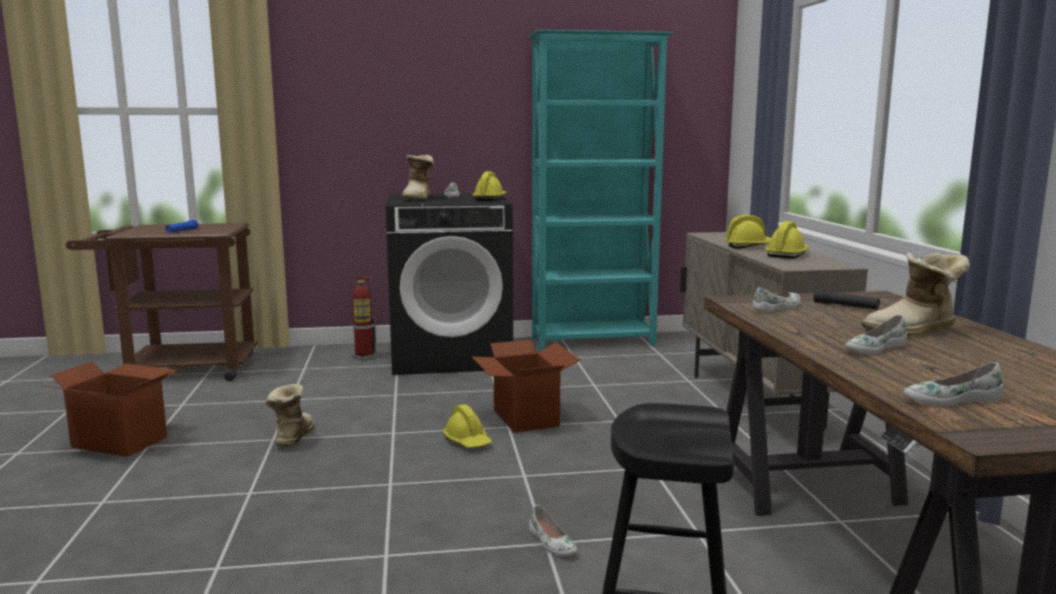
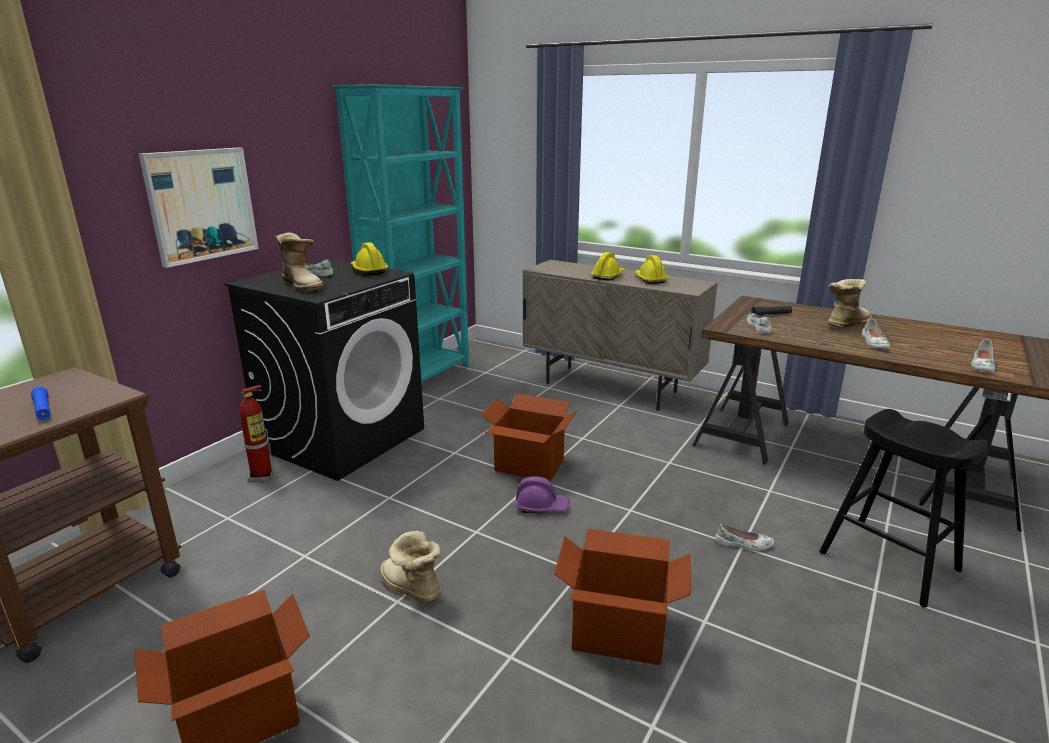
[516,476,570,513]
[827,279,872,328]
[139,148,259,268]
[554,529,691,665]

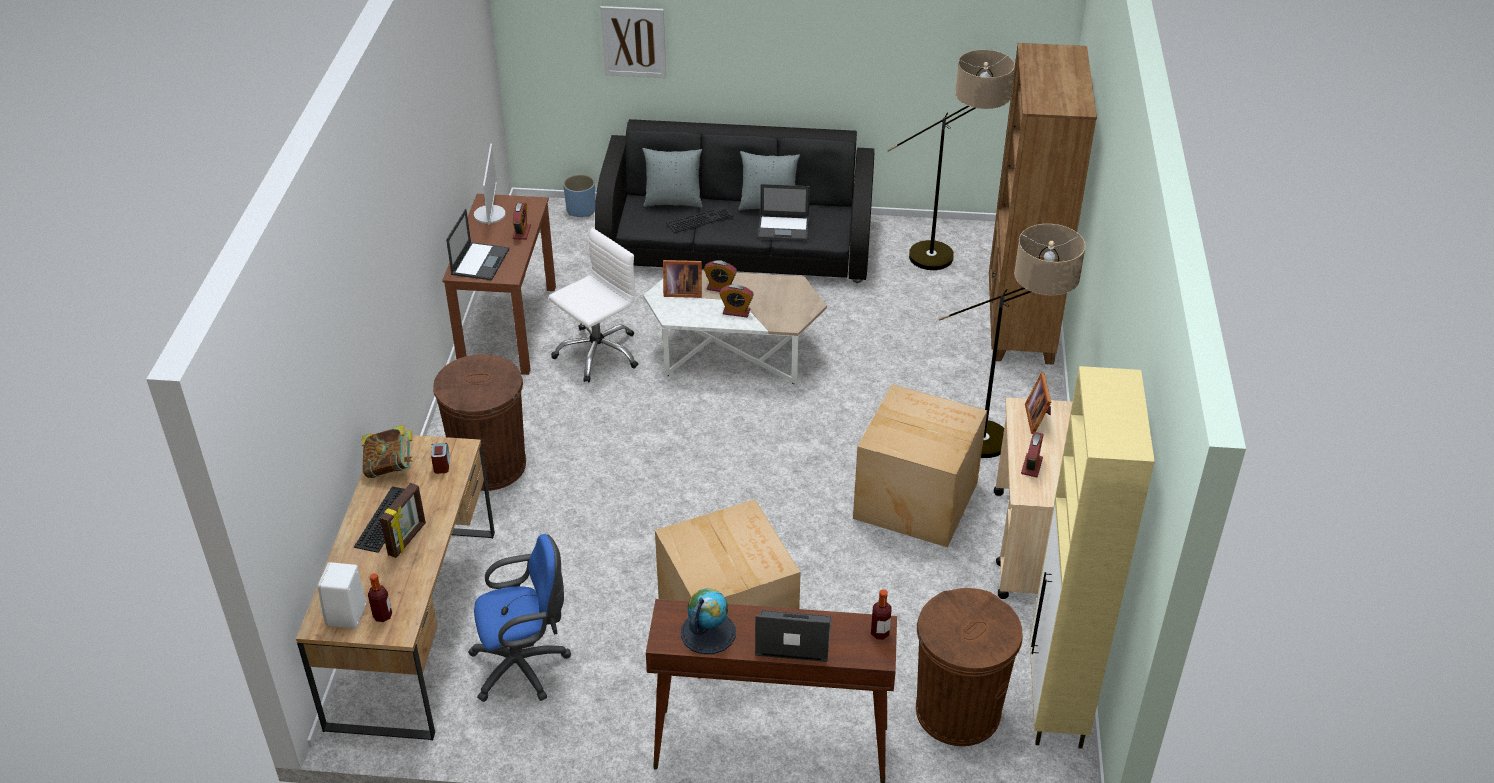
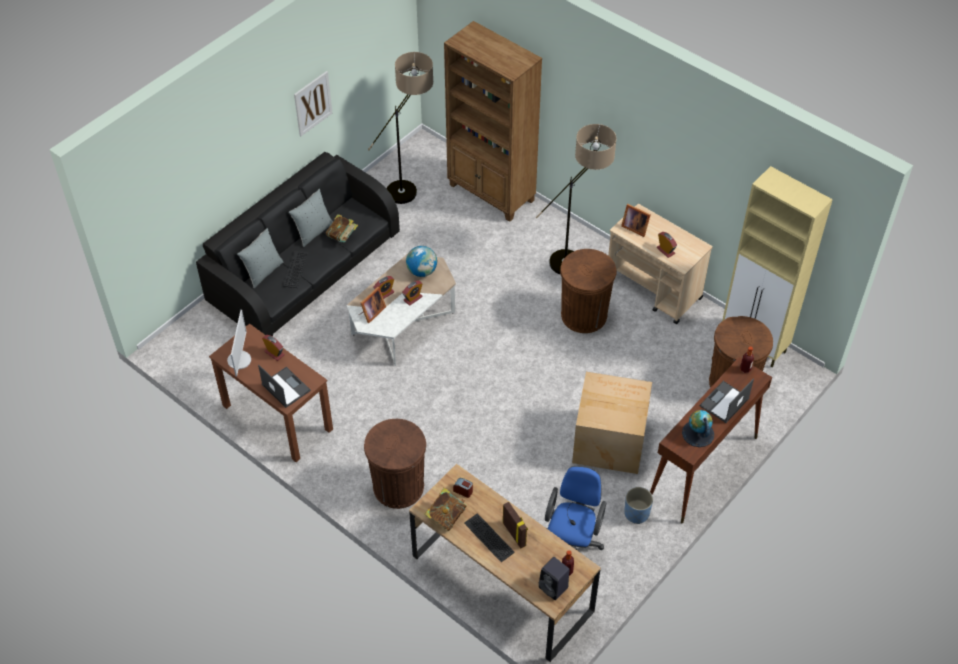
[539,557,569,600]
[227,310,251,377]
[549,228,638,382] (first image)
[624,487,653,524]
[294,71,332,136]
[326,214,358,242]
[560,249,617,333]
[406,246,437,277]

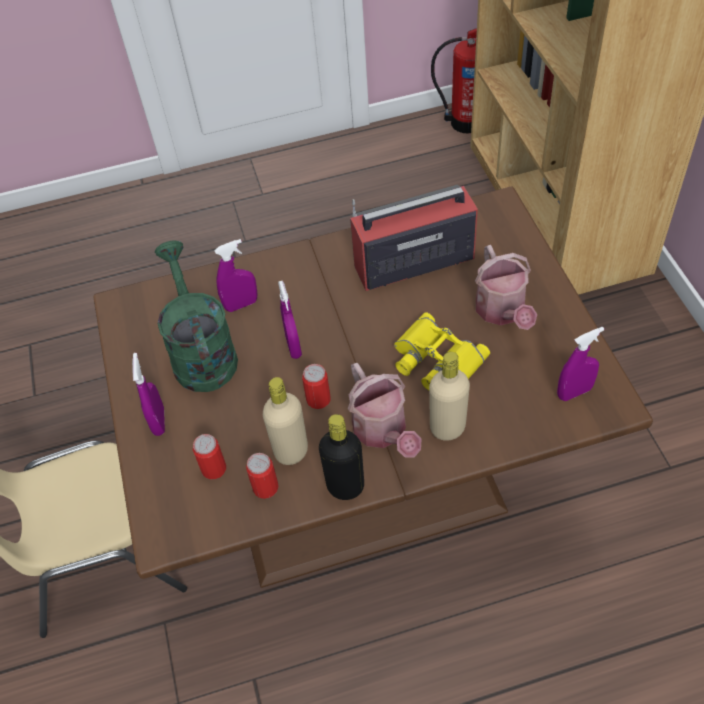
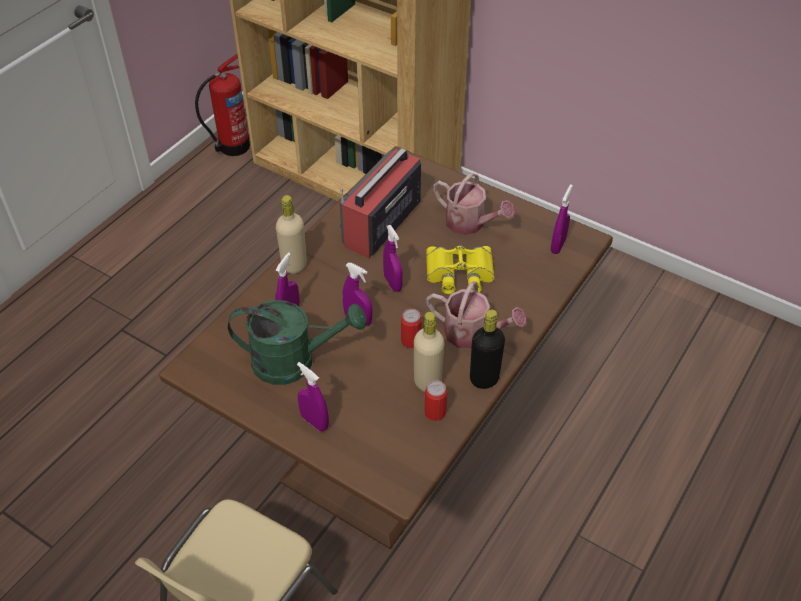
[228,300,367,385]
[193,434,226,479] (first image)
[276,195,307,274]
[383,225,403,292]

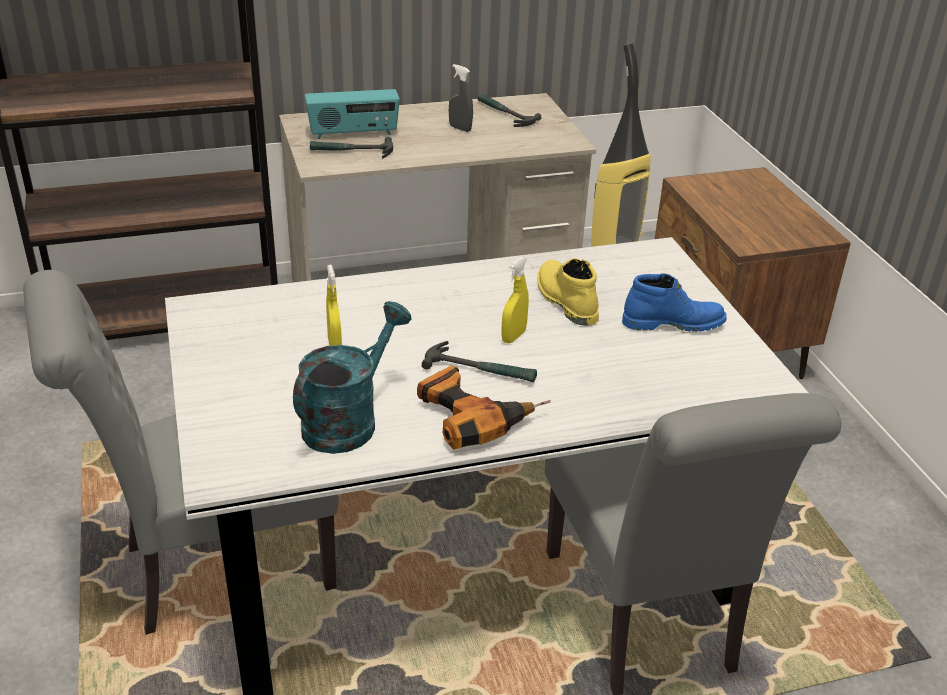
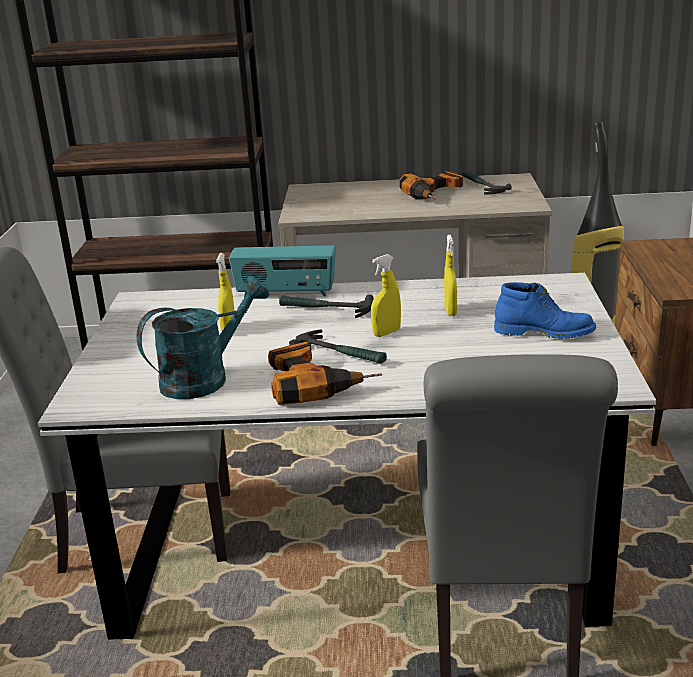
[229,245,336,297]
[279,295,374,318]
[399,171,463,200]
[444,235,457,316]

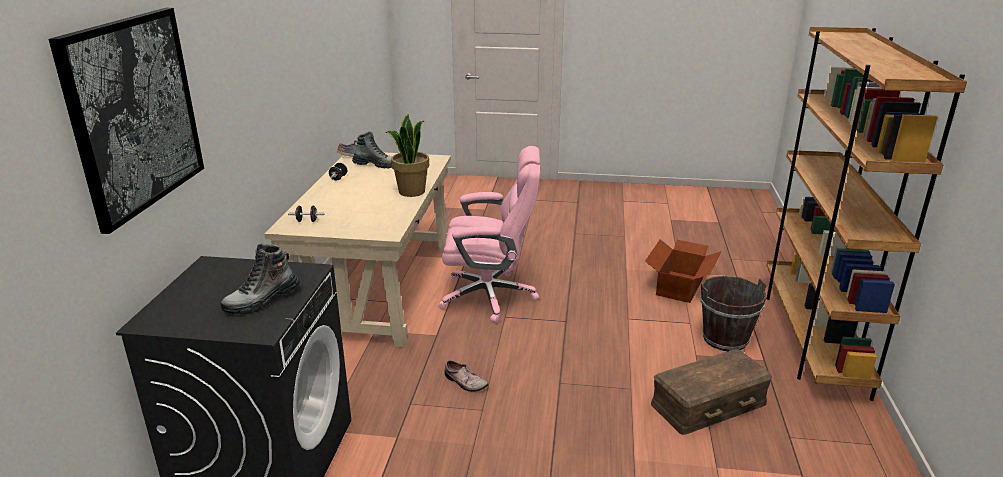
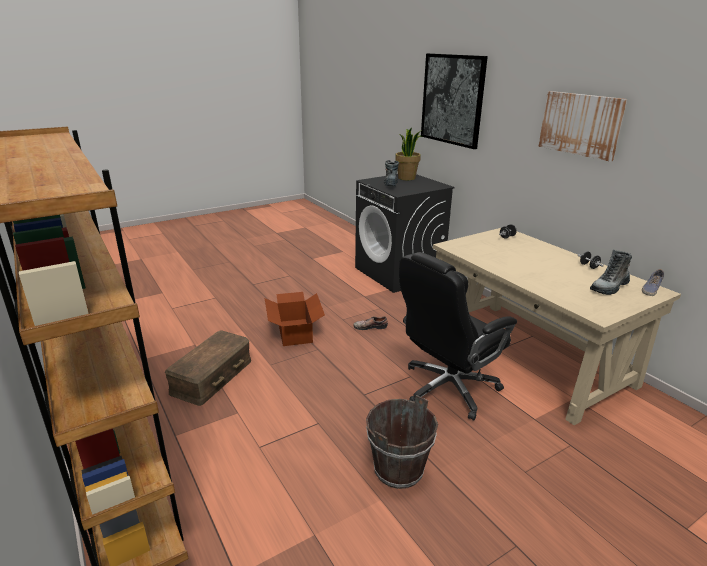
[395,128,423,180]
[399,252,517,421]
[265,292,325,346]
[366,395,438,489]
[538,91,627,162]

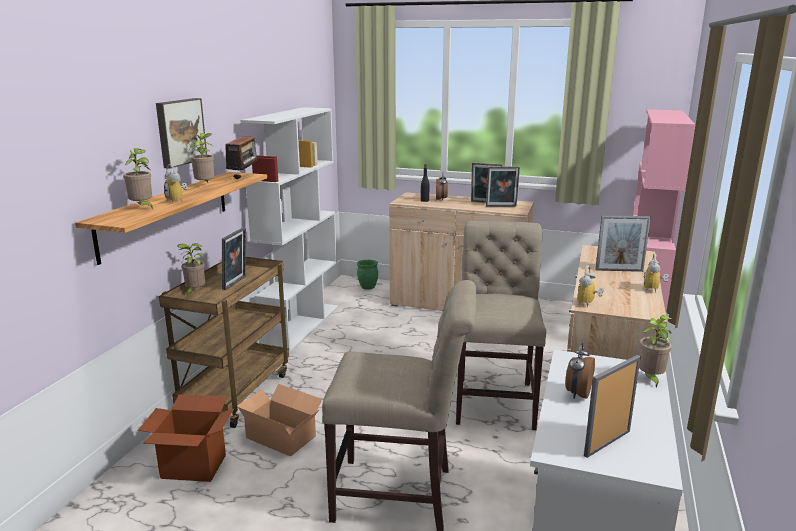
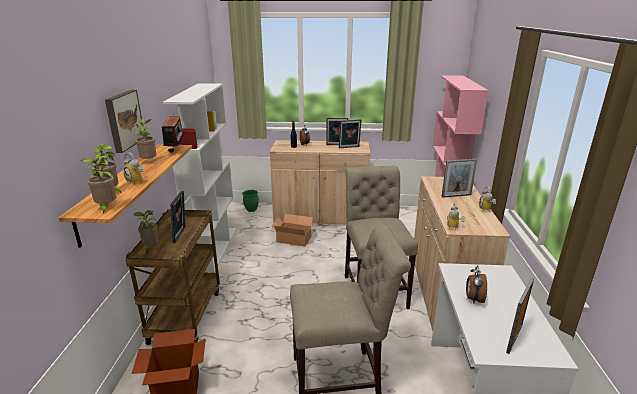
[272,214,315,247]
[81,155,116,213]

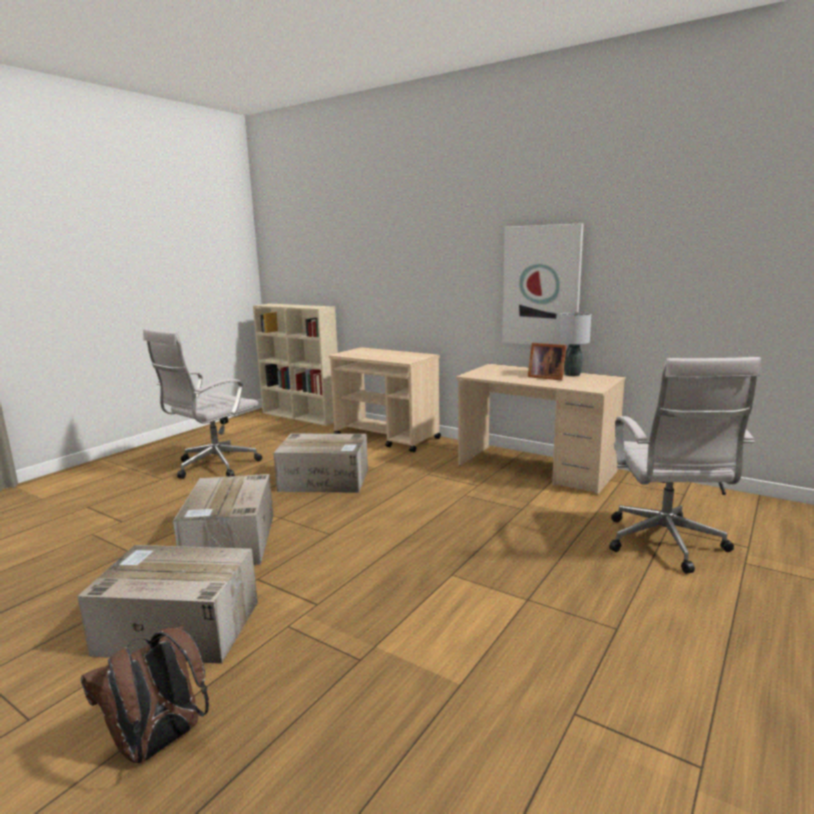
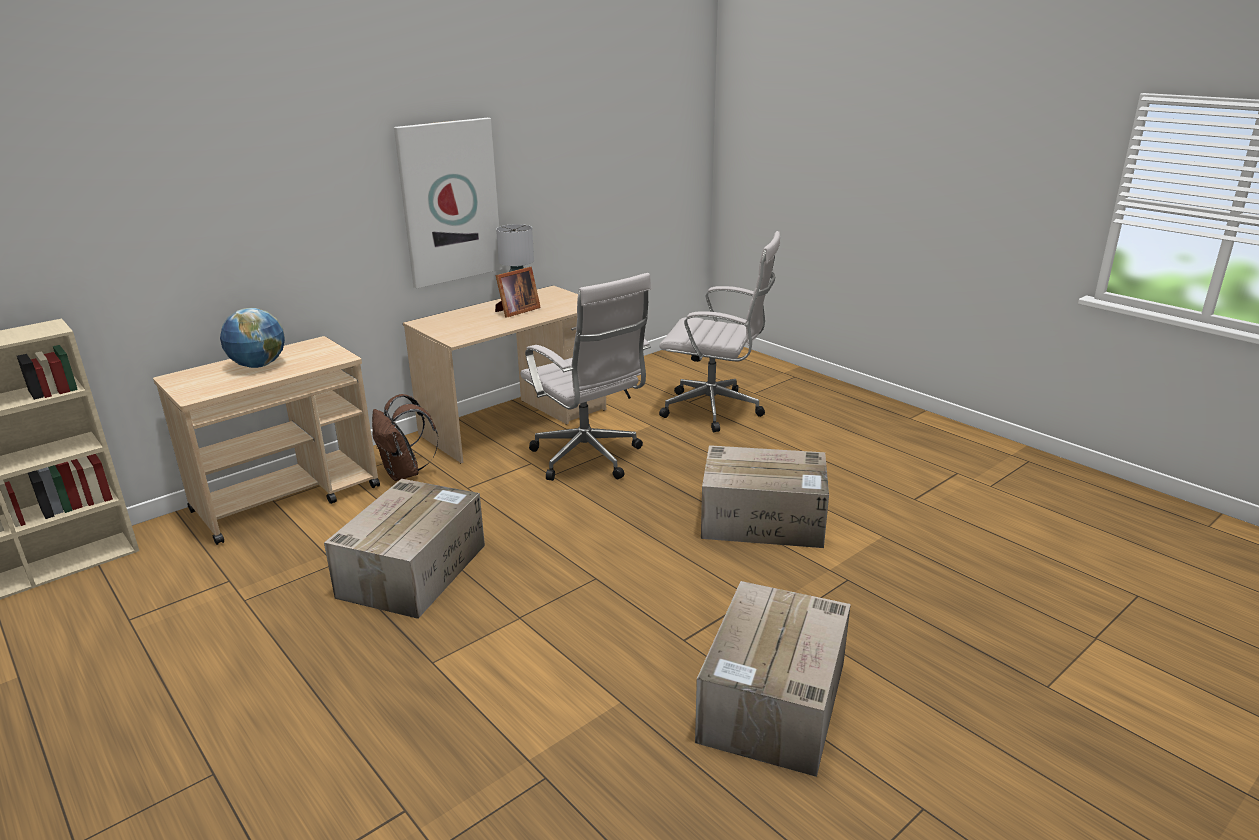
[372,394,439,481]
[520,273,651,481]
[701,445,829,548]
[220,308,285,368]

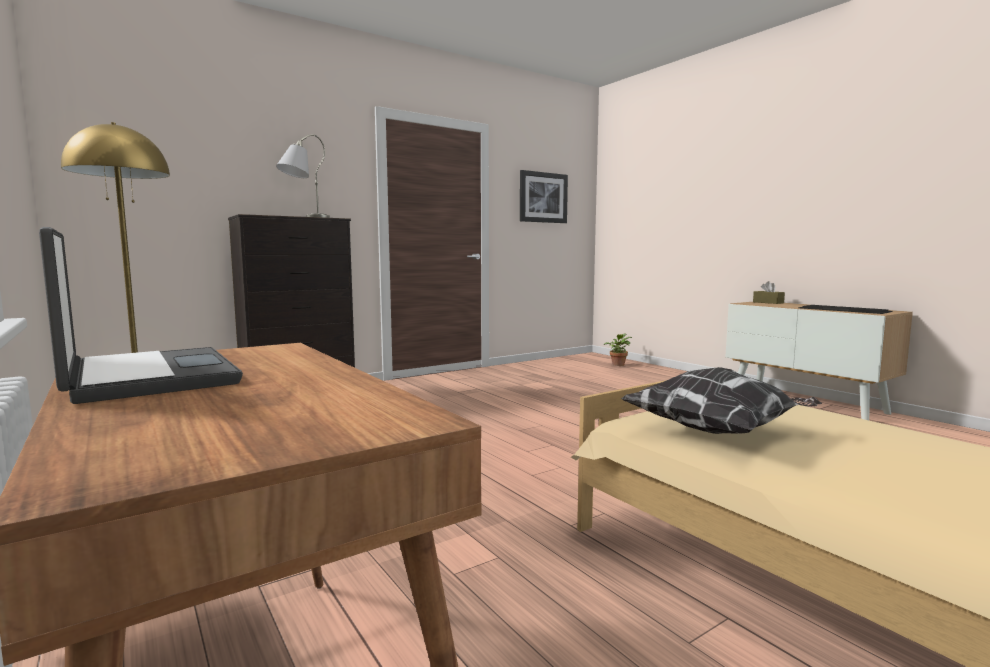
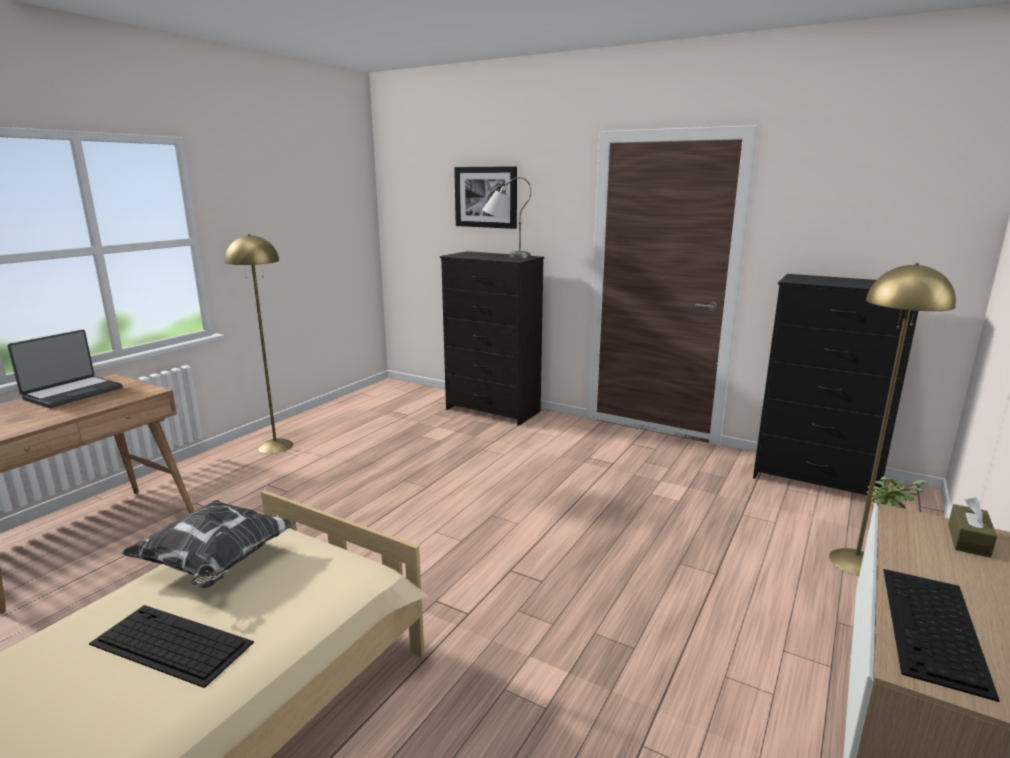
[454,166,517,229]
[89,605,254,688]
[753,274,919,495]
[829,263,956,576]

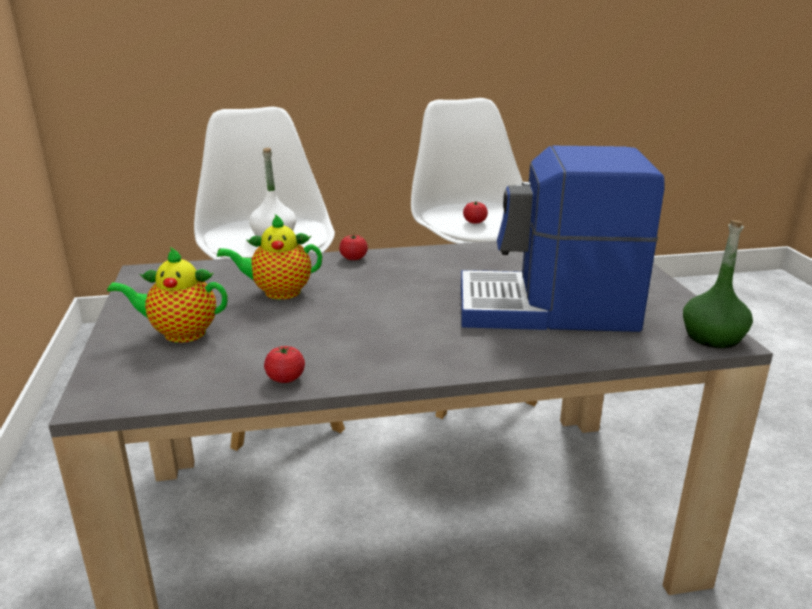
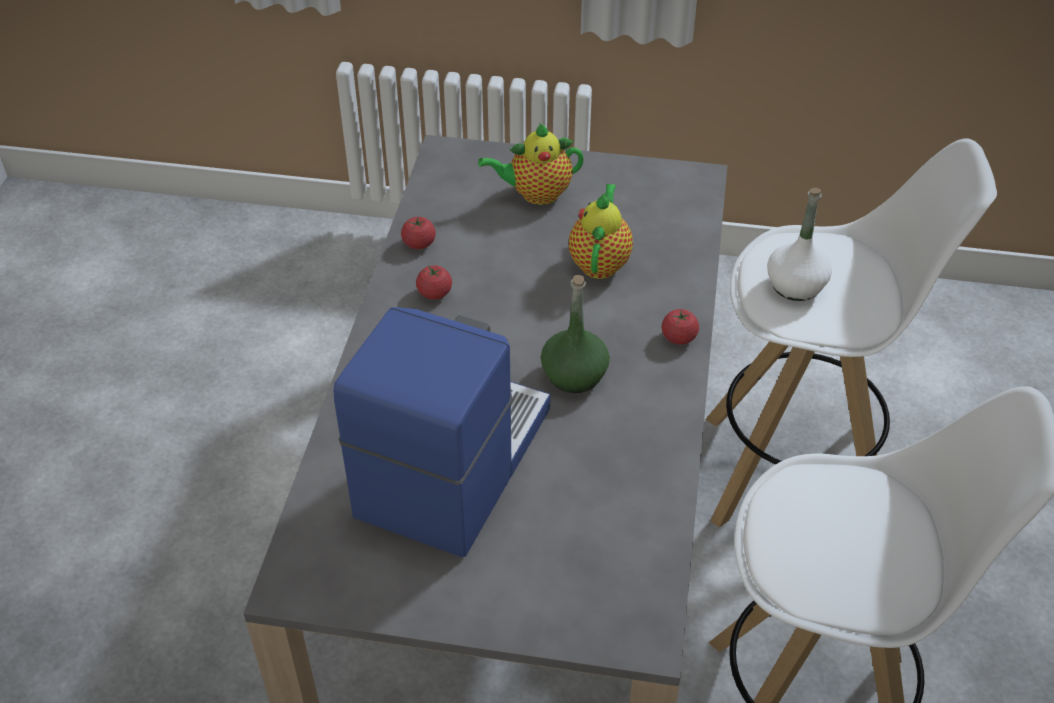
[478,123,584,205]
[416,265,452,299]
[541,275,610,393]

